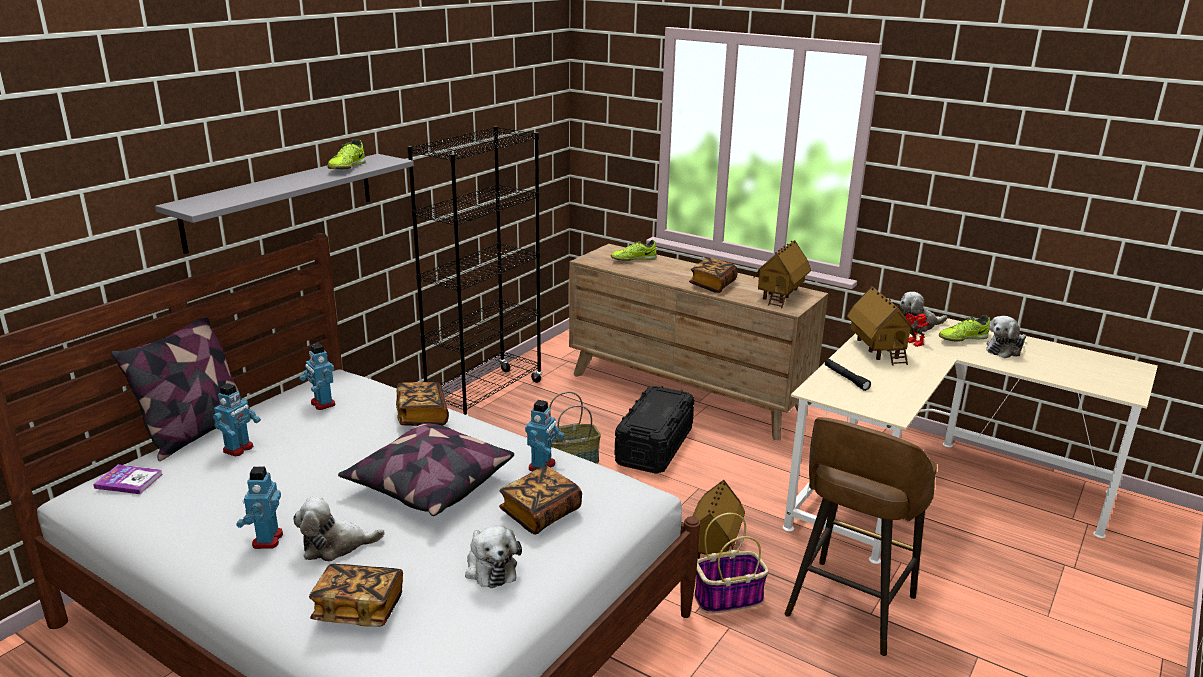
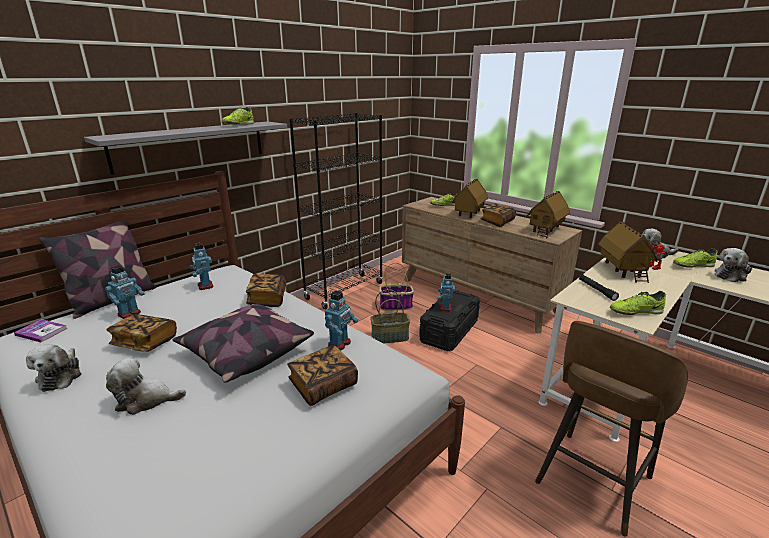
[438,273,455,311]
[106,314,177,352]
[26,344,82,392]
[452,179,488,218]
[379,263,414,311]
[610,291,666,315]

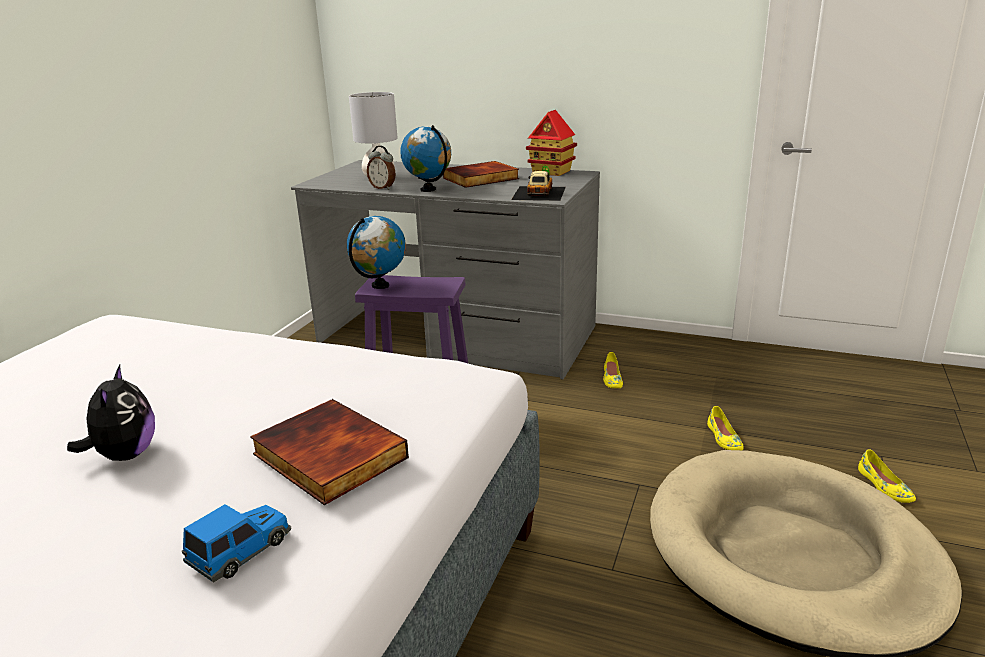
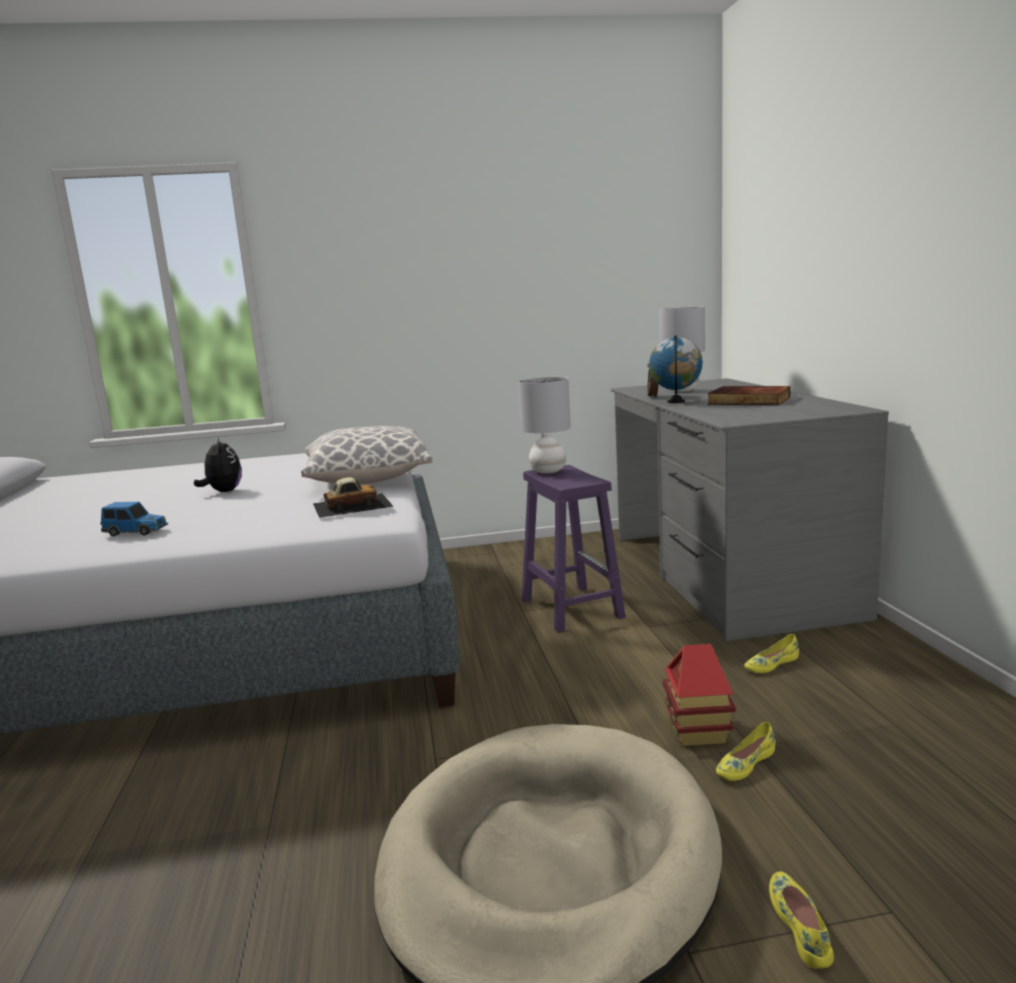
[194,437,242,492]
[250,399,409,505] (first image)
[518,377,571,474]
[313,477,394,518]
[663,644,736,746]
[769,871,834,968]
[301,426,433,484]

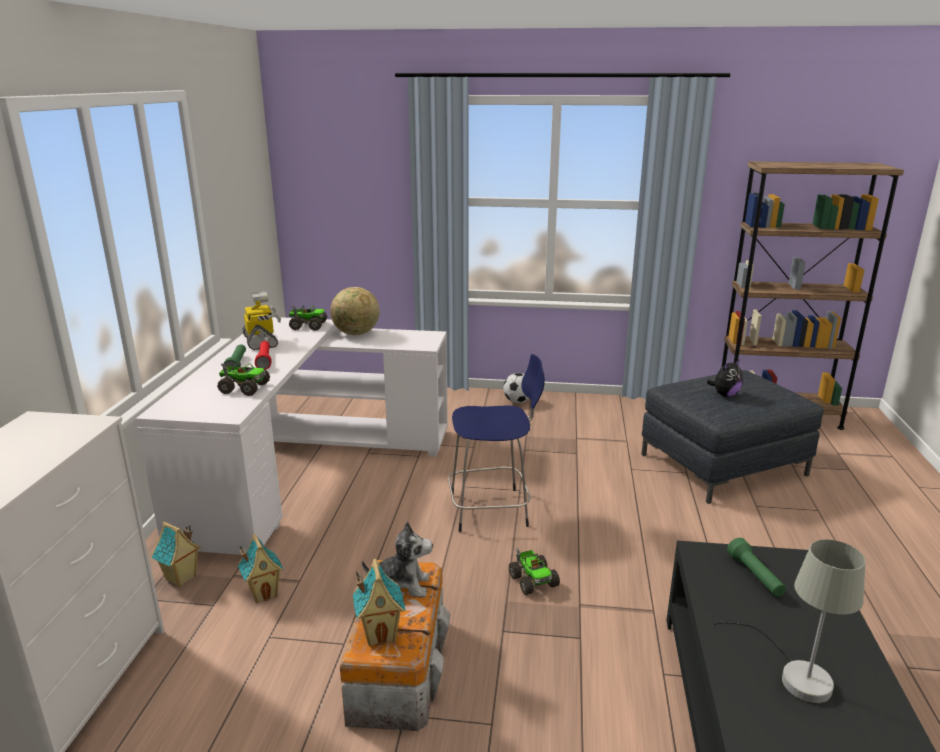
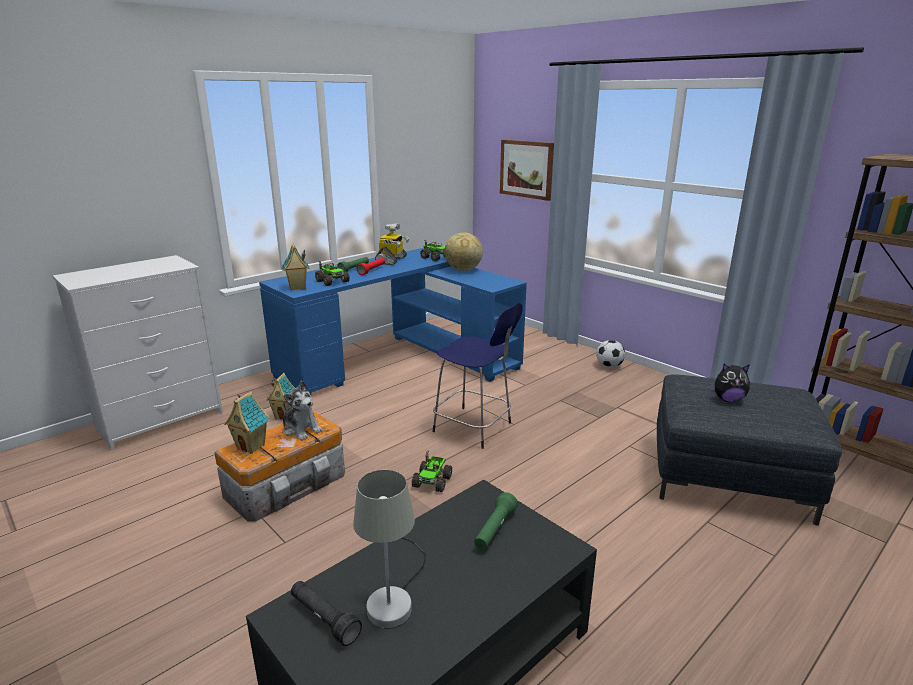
[259,248,527,395]
[282,244,309,291]
[291,581,362,646]
[500,140,554,201]

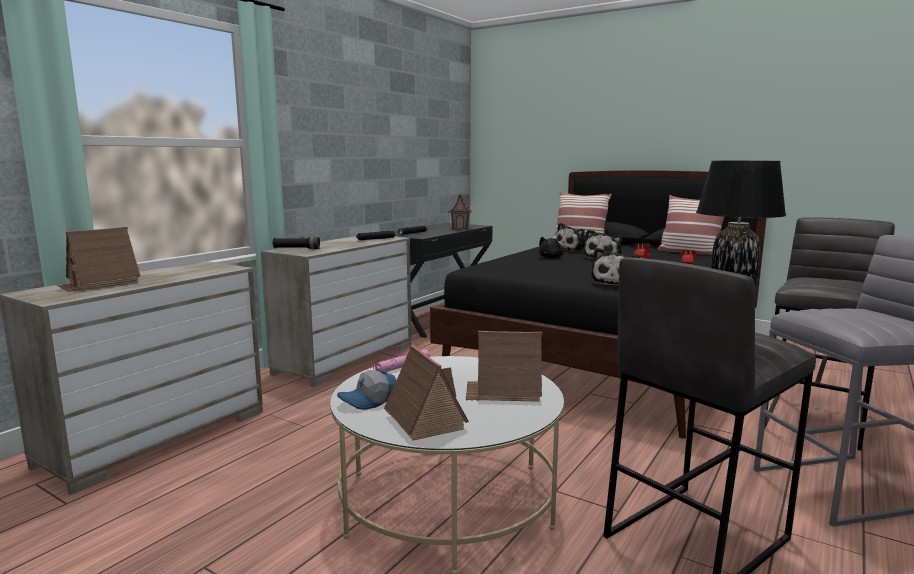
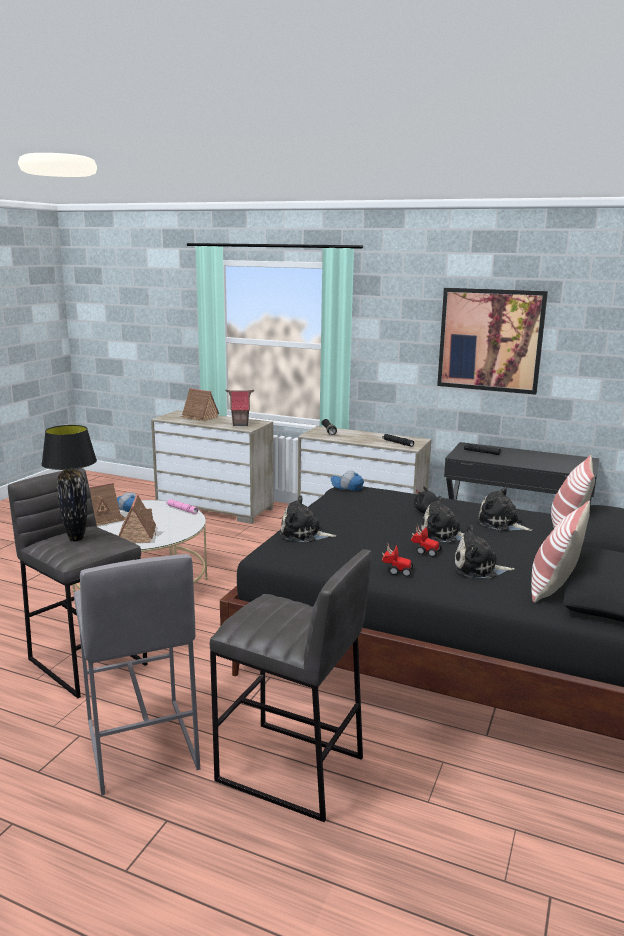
[226,390,254,426]
[331,471,364,491]
[437,288,548,395]
[455,525,514,578]

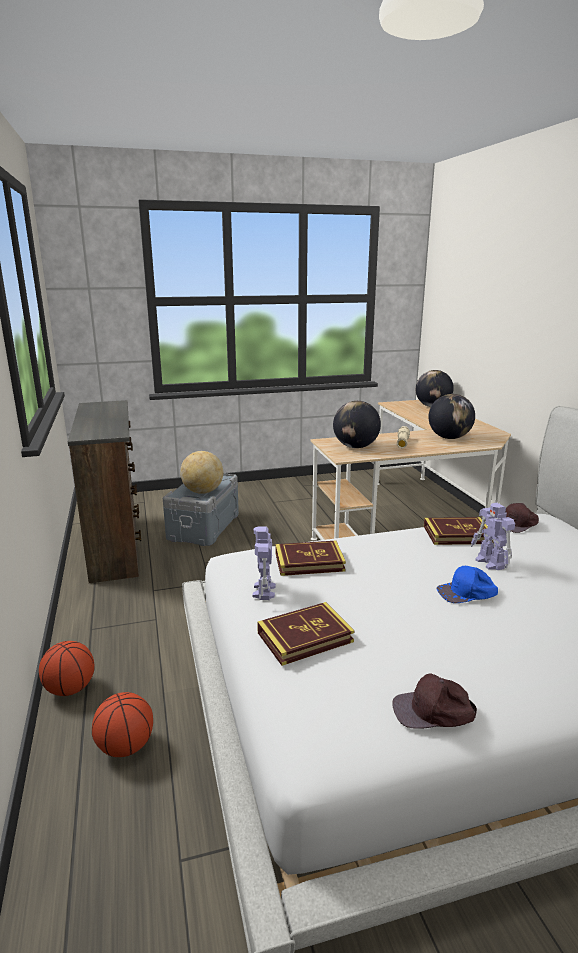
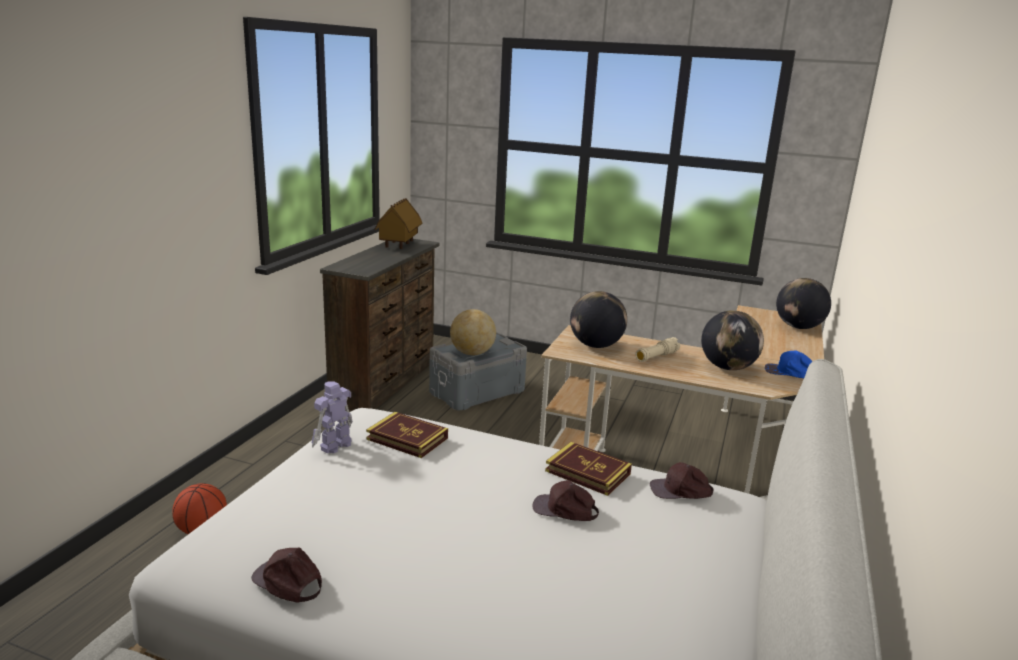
[39,641,95,696] (first image)
[257,602,354,666] (first image)
[765,350,813,378]
[532,480,599,521]
[374,198,423,249]

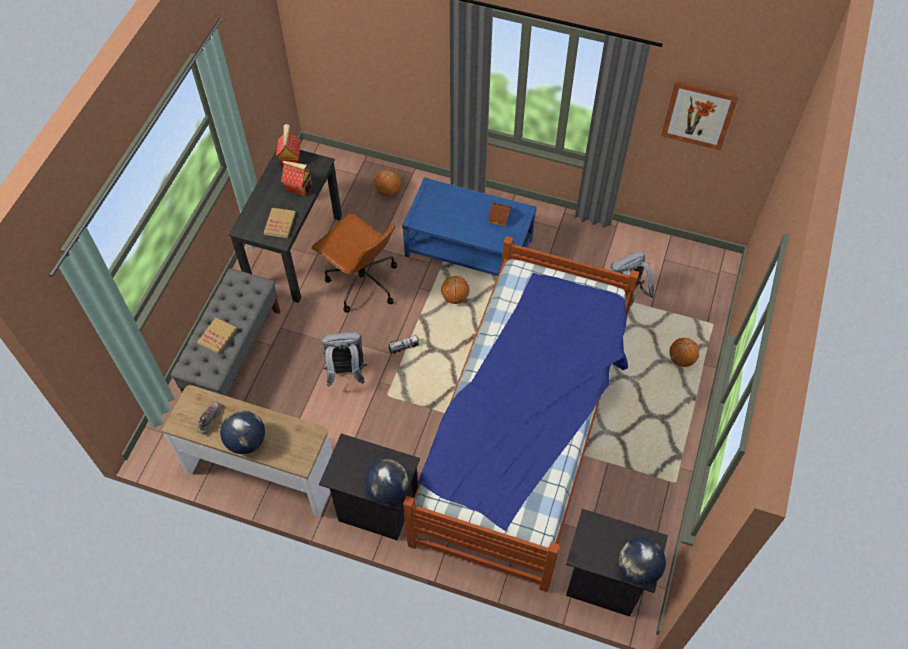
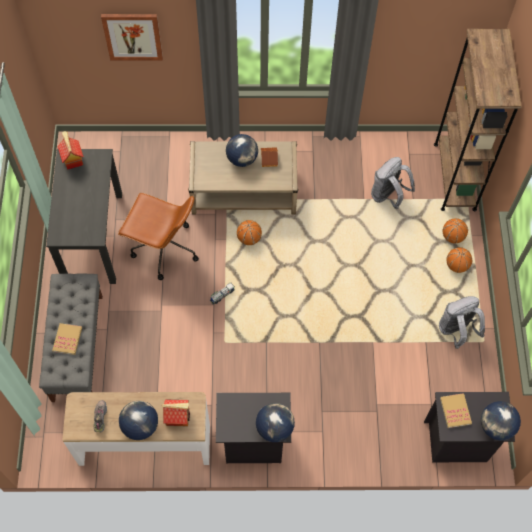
[440,393,472,428]
[161,399,190,426]
[439,296,485,349]
[446,247,472,273]
[188,141,298,215]
[403,236,639,592] (first image)
[101,14,163,60]
[226,134,258,167]
[434,29,522,211]

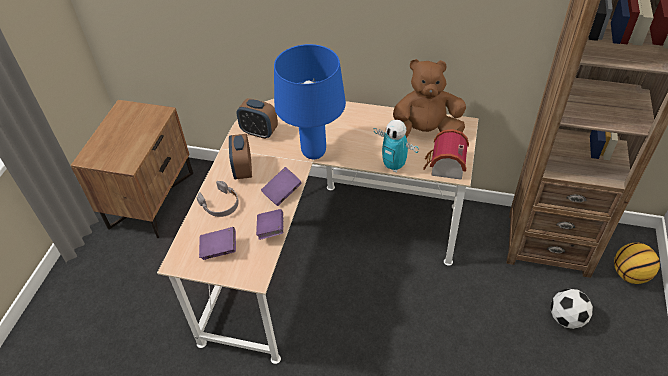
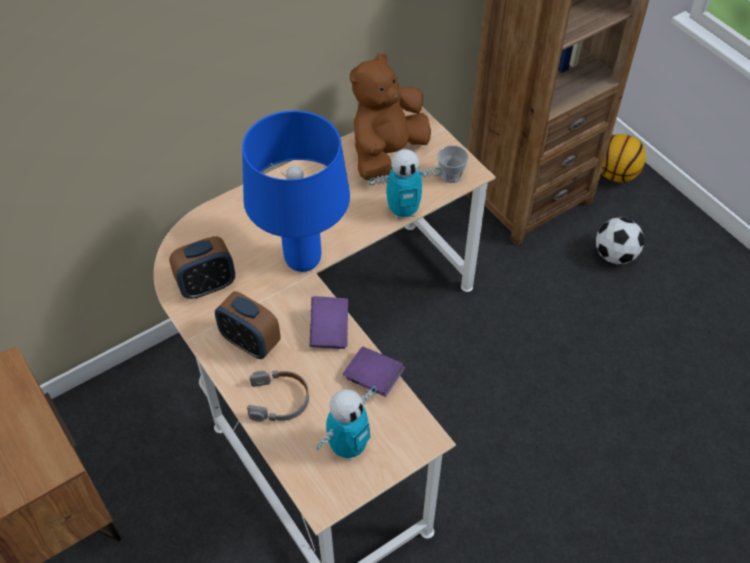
[317,386,377,461]
[437,145,469,183]

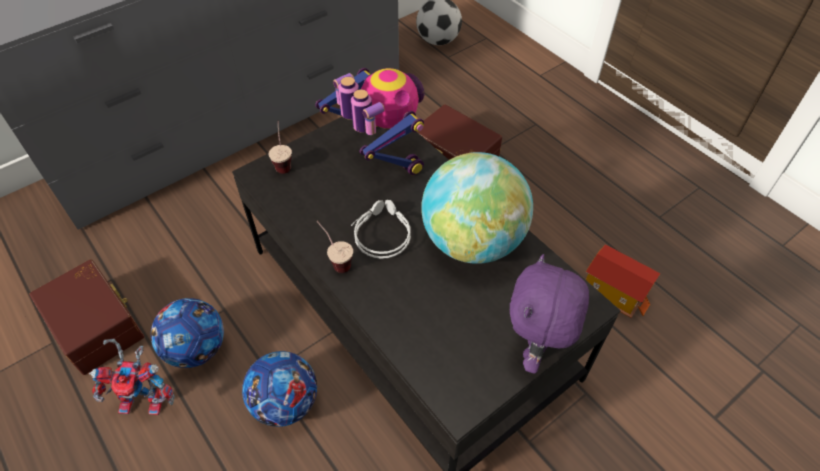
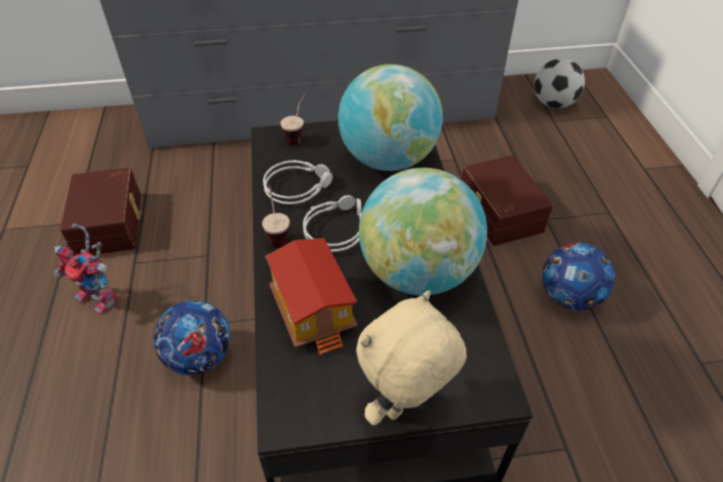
[543,243,615,311]
[338,64,443,171]
[356,291,467,426]
[265,238,357,355]
[263,160,333,204]

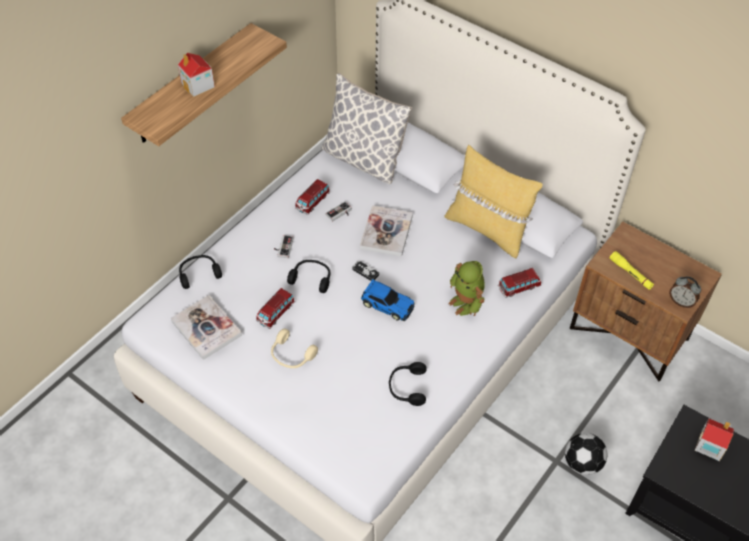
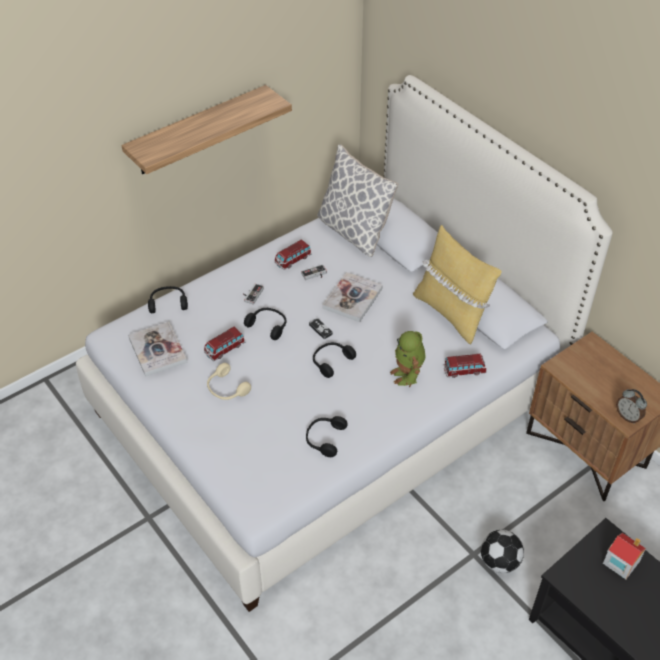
[178,53,215,97] (first image)
[313,342,356,378]
[610,251,654,290] (first image)

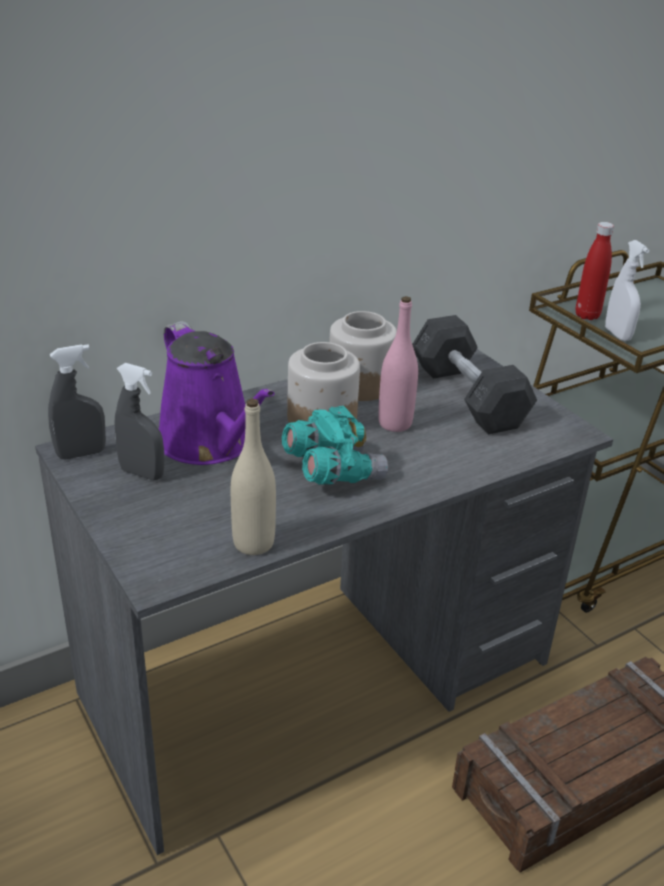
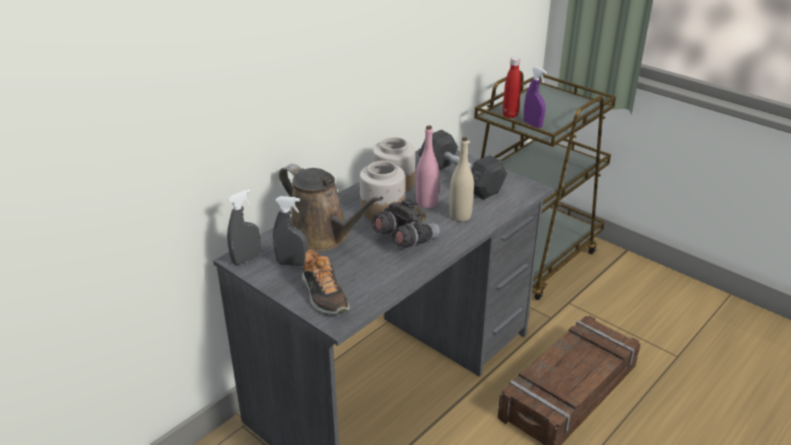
[279,164,383,252]
[450,137,474,222]
[372,198,440,248]
[523,66,547,128]
[302,249,350,314]

